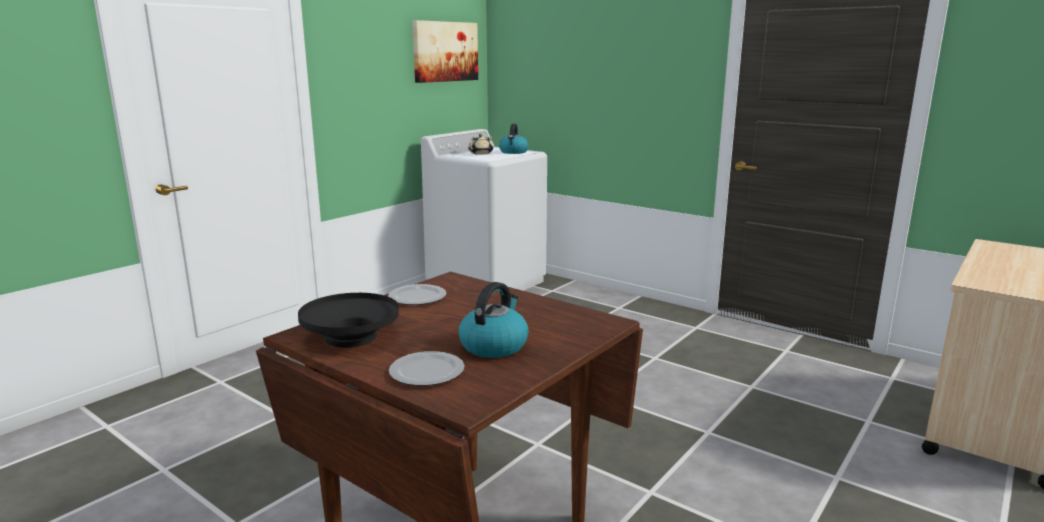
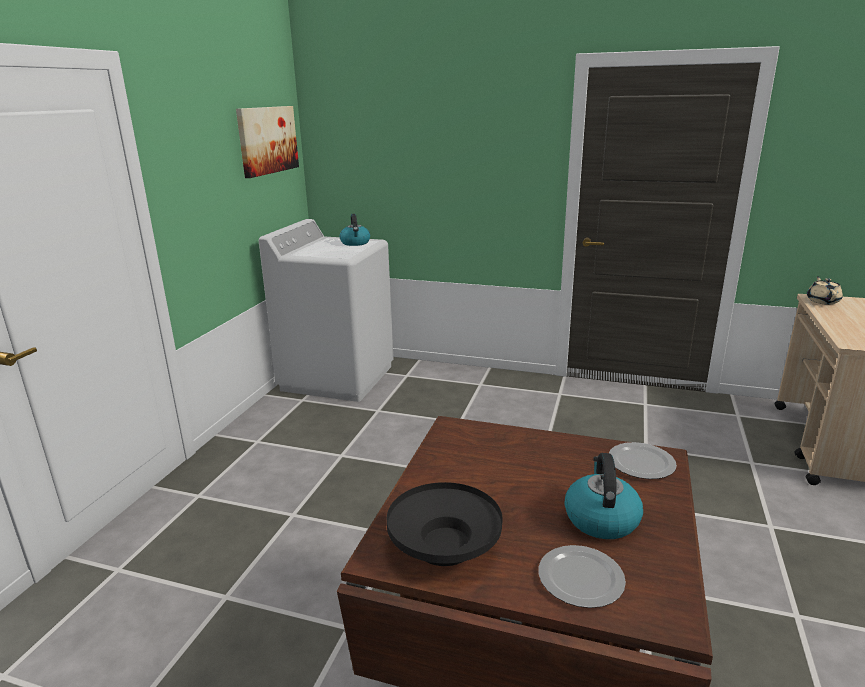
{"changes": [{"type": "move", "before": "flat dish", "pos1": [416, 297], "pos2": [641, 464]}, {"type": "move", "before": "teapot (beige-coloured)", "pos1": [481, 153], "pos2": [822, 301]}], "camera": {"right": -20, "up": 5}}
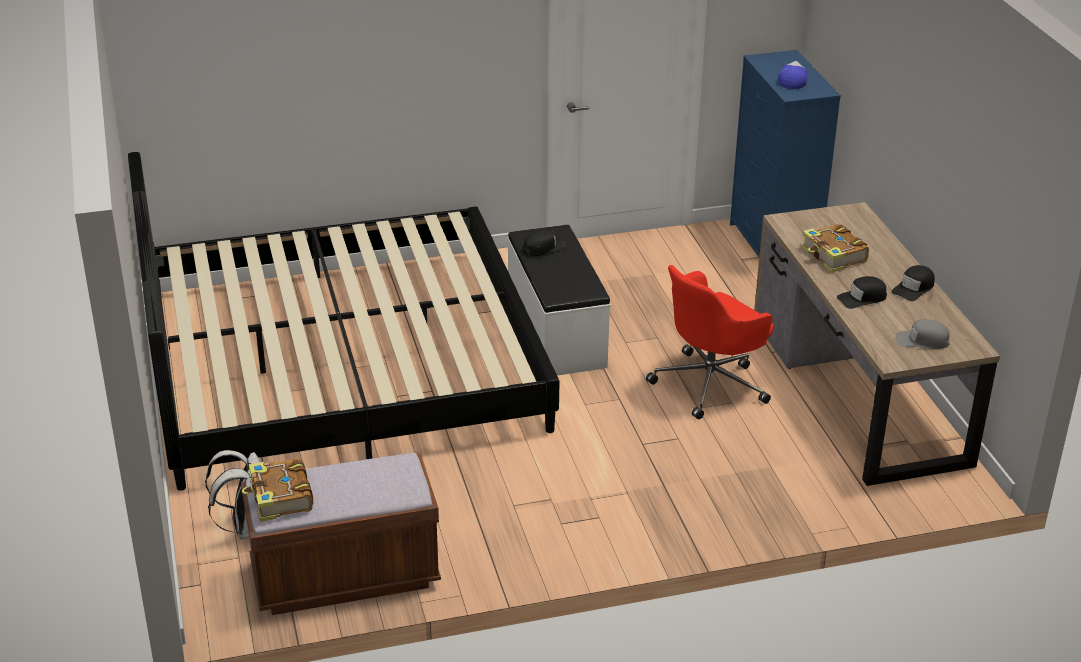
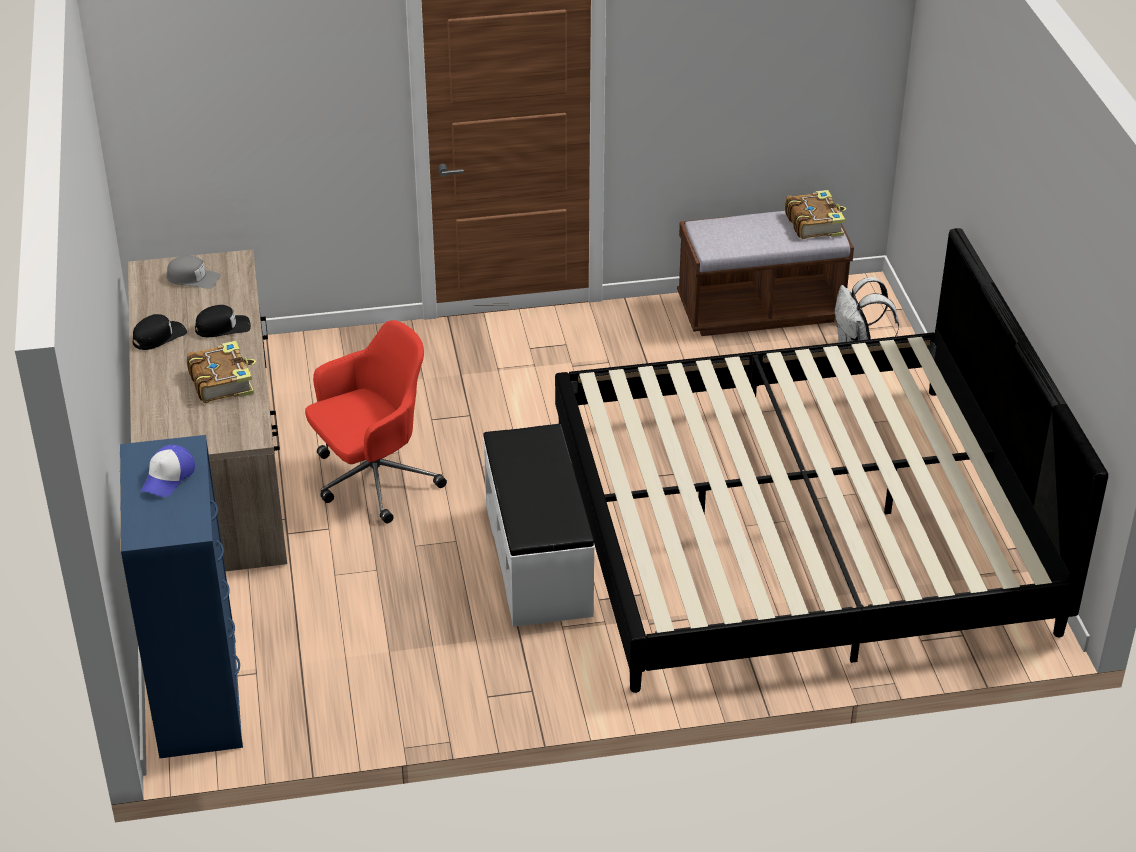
{"changes": [{"type": "delete", "before": "peaked cap (blackish)", "pos1": [544, 247]}], "camera": {"right": -175, "up": 5}}
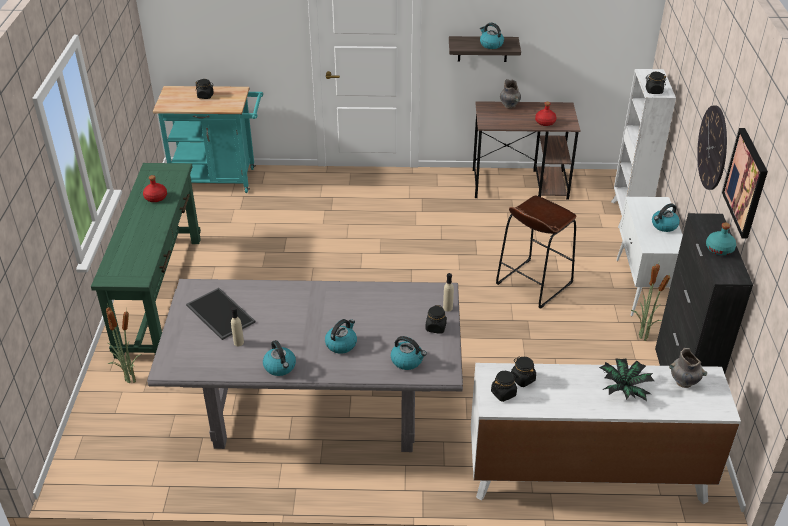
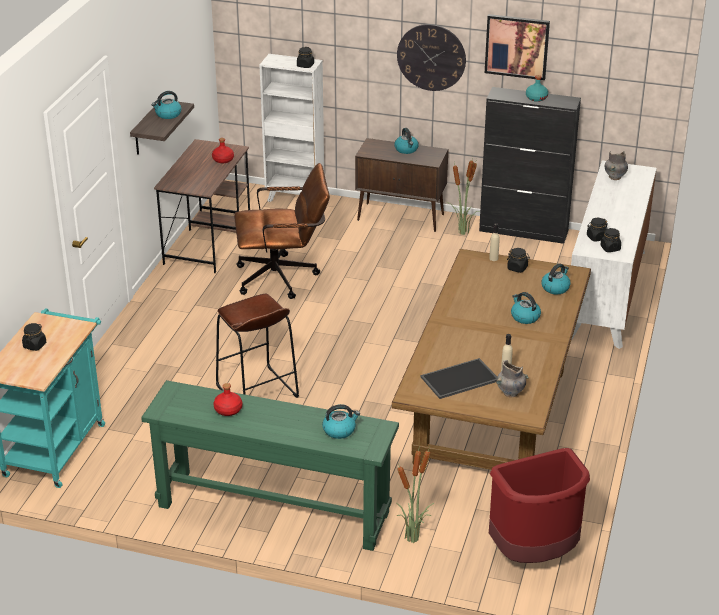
{"changes": [{"type": "delete", "before": "plant in a pot", "pos1": [623, 388]}, {"type": "insert", "after": "desk chair (brownish)", "pos2": [284, 277]}, {"type": "insert", "after": "trash can (reddish)", "pos2": [535, 553]}, {"type": "move", "before": "tea kettle", "pos1": [280, 367], "pos2": [339, 430]}, {"type": "move", "before": "sitting stool (brownish)", "pos1": [533, 283], "pos2": [257, 392]}, {"type": "move", "before": "vase (grey)", "pos1": [509, 106], "pos2": [511, 393]}, {"type": "recolor", "before": "dining table (grey)", "after": "dining table (brownish)", "pos1": [318, 405], "pos2": [491, 415]}, {"type": "recolor", "before": "storage cabinet (whitish)", "after": "storage cabinet (brownish)", "pos1": [642, 288], "pos2": [401, 217]}], "camera": {"right": -75, "up": -5}}
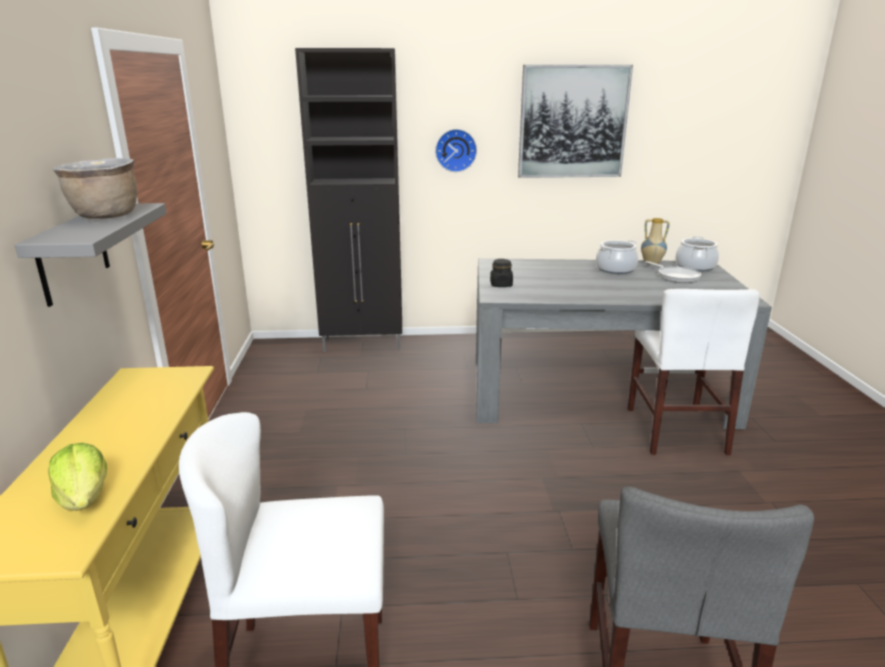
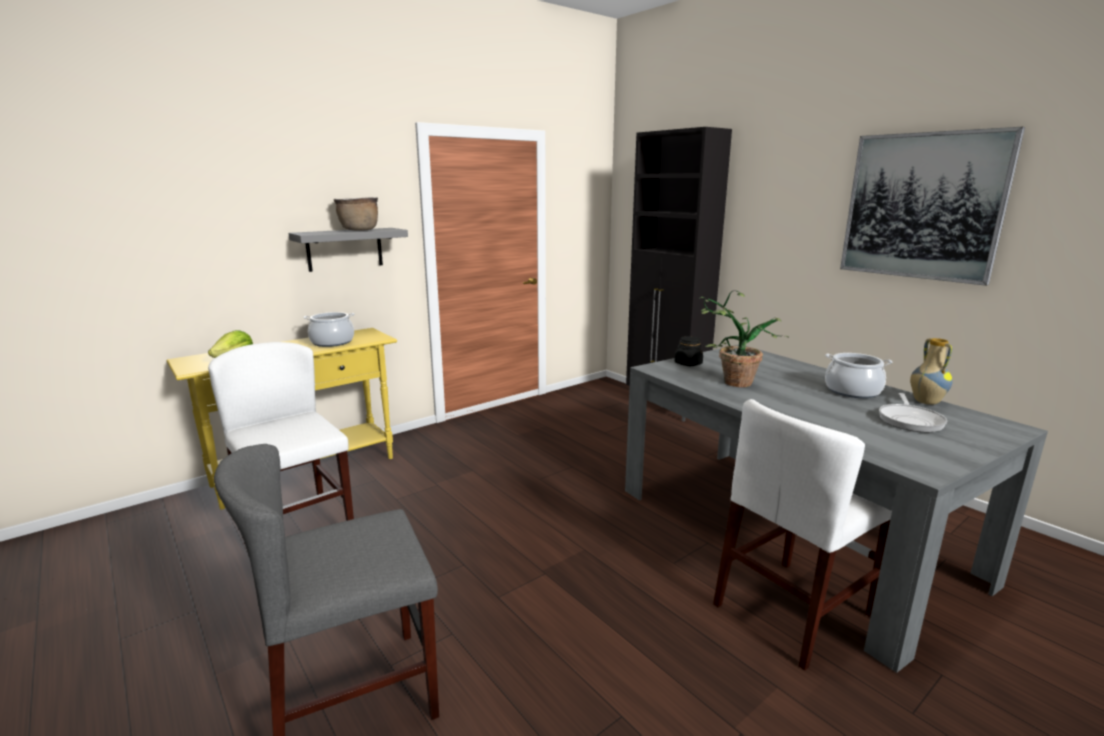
{"changes": [{"type": "delete", "before": "wall clock", "pos1": [455, 150]}, {"type": "insert", "after": "plant in a pot", "pos2": [729, 382]}, {"type": "move", "before": "saucepot", "pos1": [695, 266], "pos2": [332, 342]}], "camera": {"right": 55, "up": -5}}
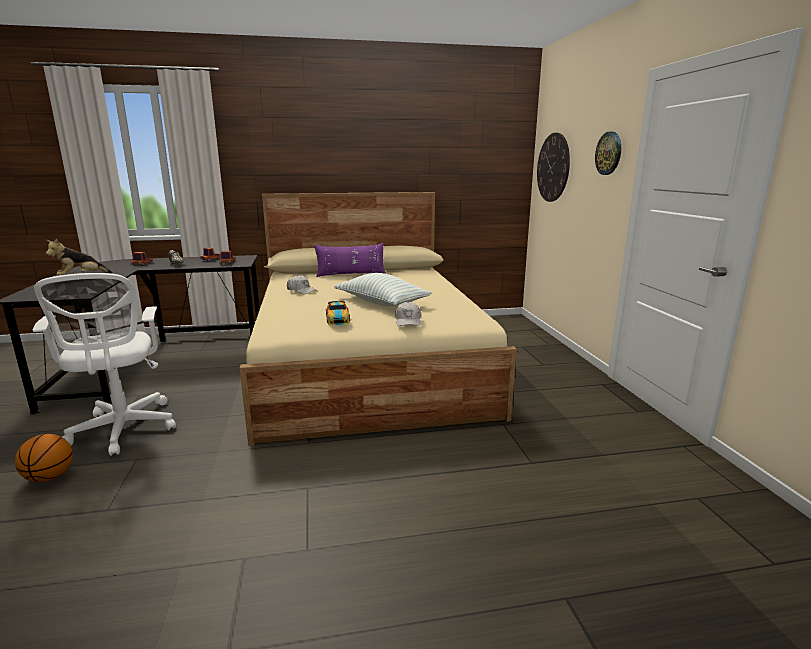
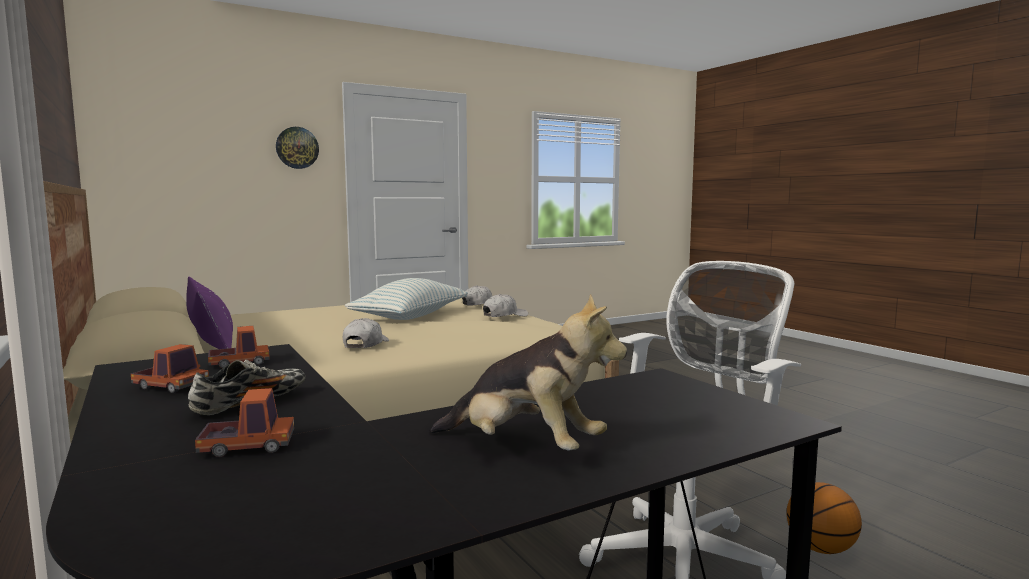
{"changes": [{"type": "delete", "before": "wall clock", "pos1": [553, 167]}, {"type": "replace", "before": "toy car", "after": "peaked cap (whitish)", "pos1": [337, 319], "pos2": [505, 315]}], "camera": {"right": -110, "up": -10}}
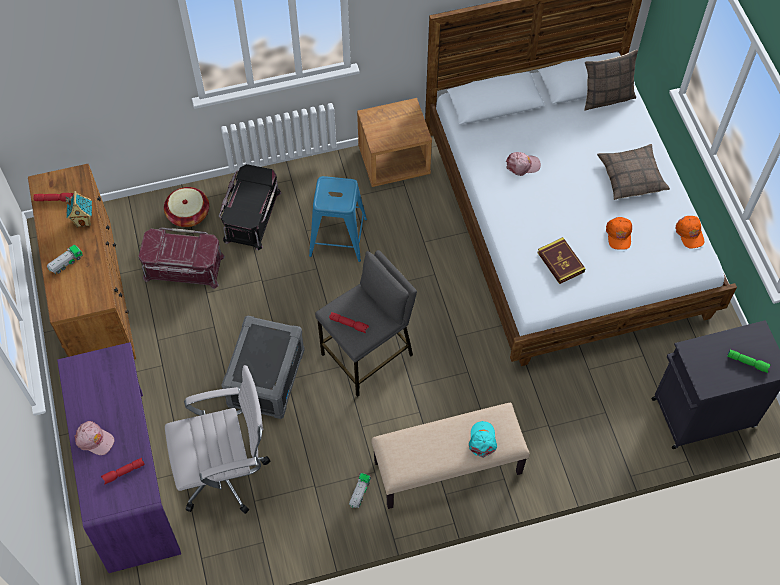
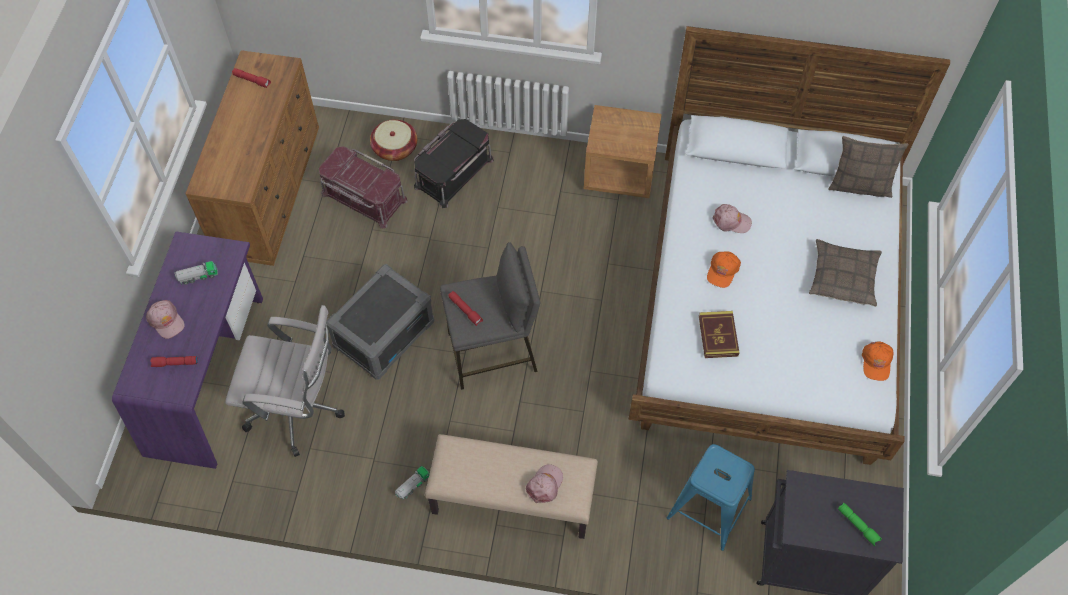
{"changes": [{"type": "delete", "before": "miniature house", "pos1": [84, 220]}, {"type": "move", "before": "model truck", "pos1": [66, 263], "pos2": [198, 276]}, {"type": "move", "before": "sitting stool (bluish)", "pos1": [337, 237], "pos2": [708, 508]}, {"type": "move", "before": "peaked cap (orangey)", "pos1": [619, 235], "pos2": [722, 271]}, {"type": "recolor", "before": "peaked cap (turquoise-coloured)", "after": "peaked cap (pink-coloured)", "pos1": [482, 440], "pos2": [545, 485]}], "camera": {"right": 25, "up": 0}}
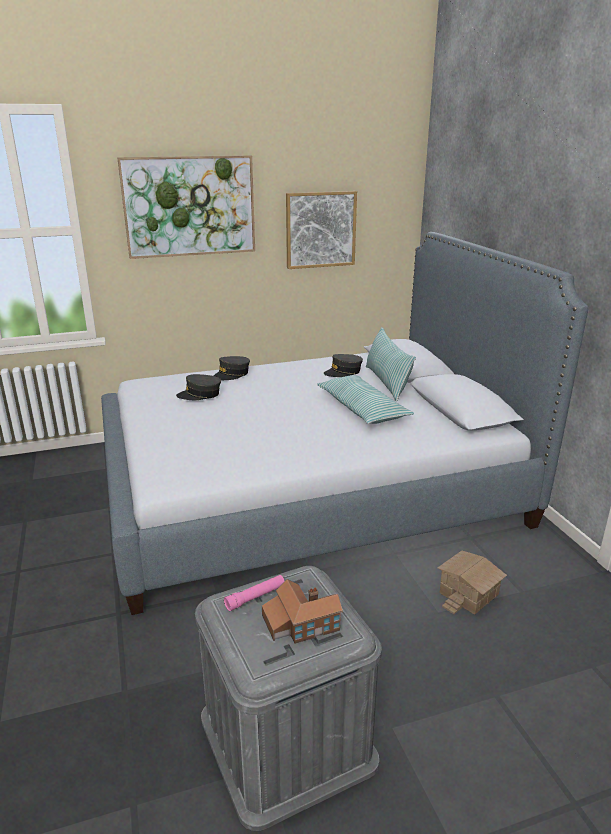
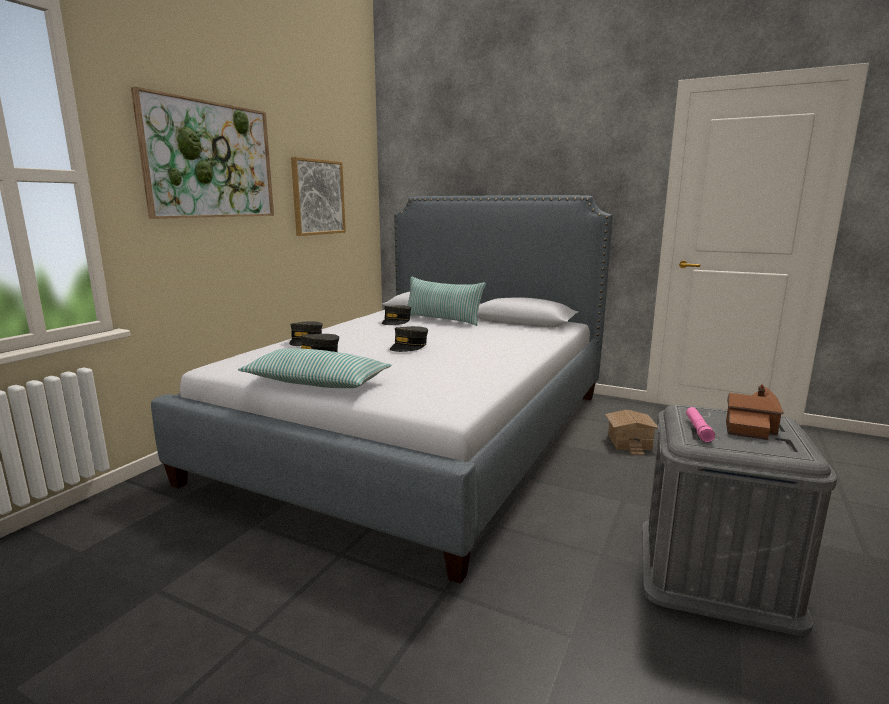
{"changes": [{"type": "insert", "after": "peaked cap (grey)", "pos2": [409, 346]}, {"type": "move", "before": "cushion", "pos1": [362, 409], "pos2": [316, 382]}], "camera": {"right": -45, "up": -10}}
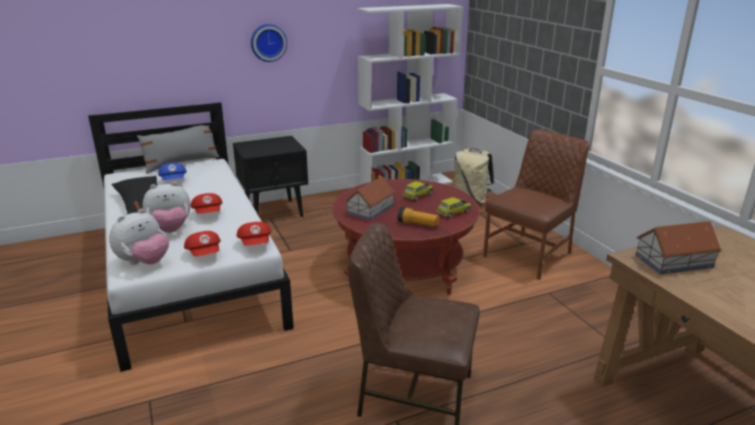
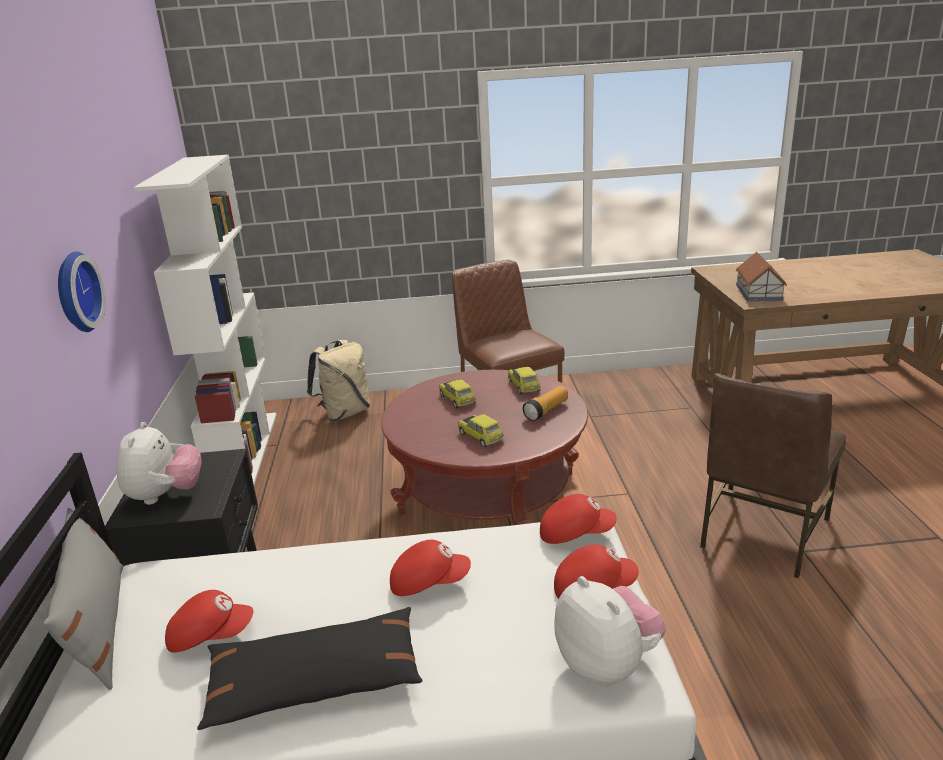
{"changes": [{"type": "move", "before": "plush toy", "pos1": [171, 230], "pos2": [165, 495]}, {"type": "replace", "before": "miniature house", "after": "toy car", "pos1": [370, 209], "pos2": [481, 436]}, {"type": "recolor", "before": "peaked cap (bluish)", "after": "peaked cap (reddish)", "pos1": [174, 181], "pos2": [210, 635]}], "camera": {"right": -70, "up": 0}}
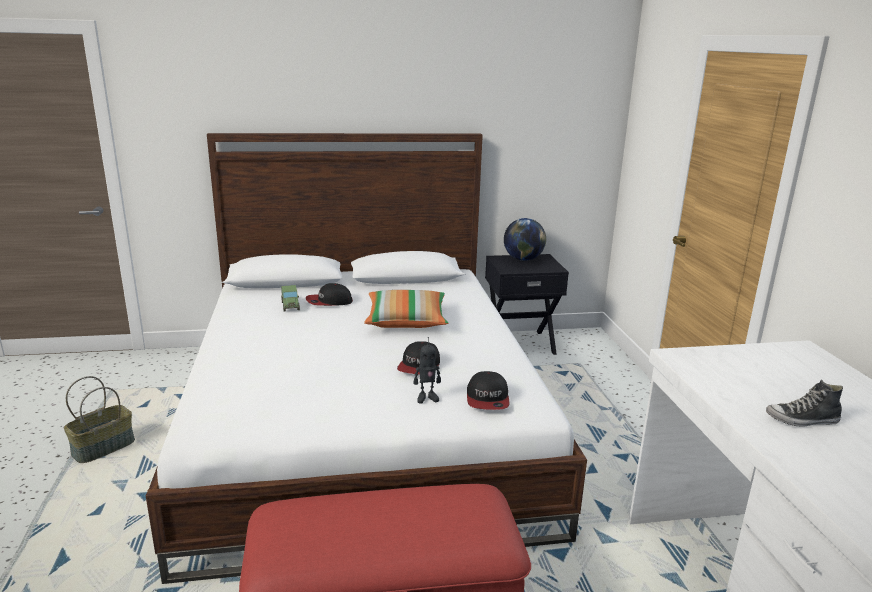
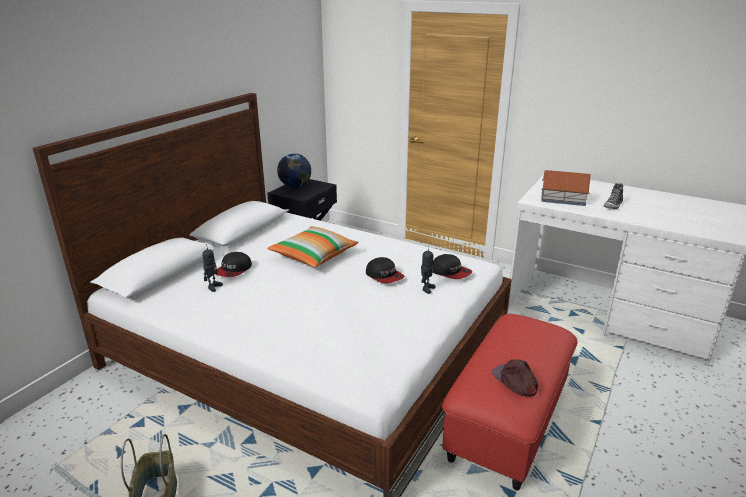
{"changes": [{"type": "insert", "after": "peaked cap (brownish)", "pos2": [515, 381]}, {"type": "insert", "after": "miniature house", "pos2": [563, 199]}, {"type": "replace", "before": "toy car", "after": "robot figure", "pos1": [290, 306], "pos2": [213, 287]}], "camera": {"right": -50, "up": 5}}
